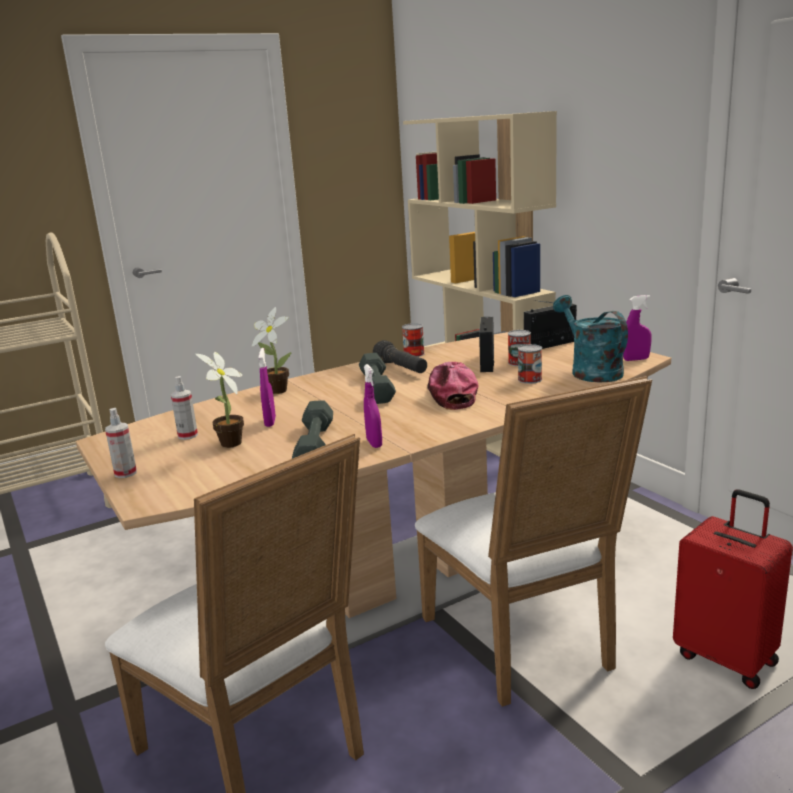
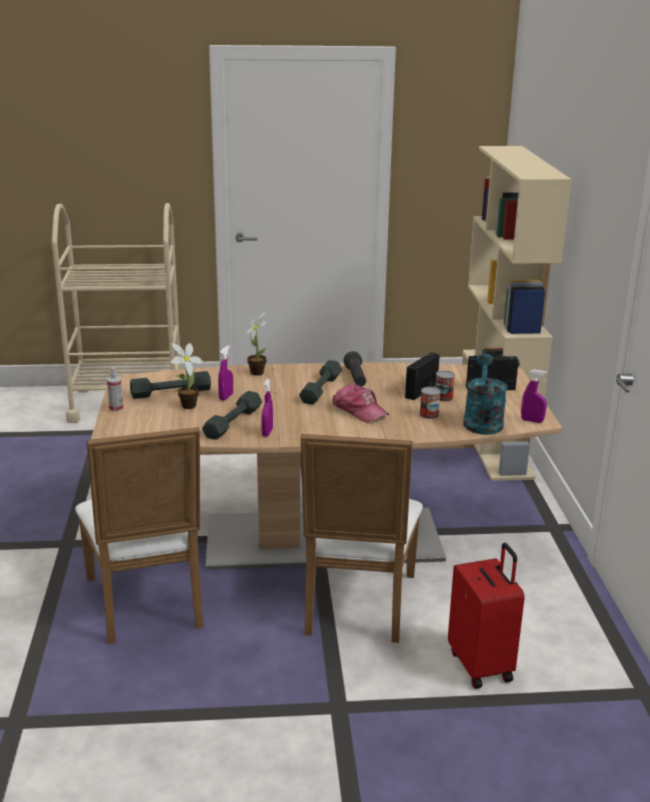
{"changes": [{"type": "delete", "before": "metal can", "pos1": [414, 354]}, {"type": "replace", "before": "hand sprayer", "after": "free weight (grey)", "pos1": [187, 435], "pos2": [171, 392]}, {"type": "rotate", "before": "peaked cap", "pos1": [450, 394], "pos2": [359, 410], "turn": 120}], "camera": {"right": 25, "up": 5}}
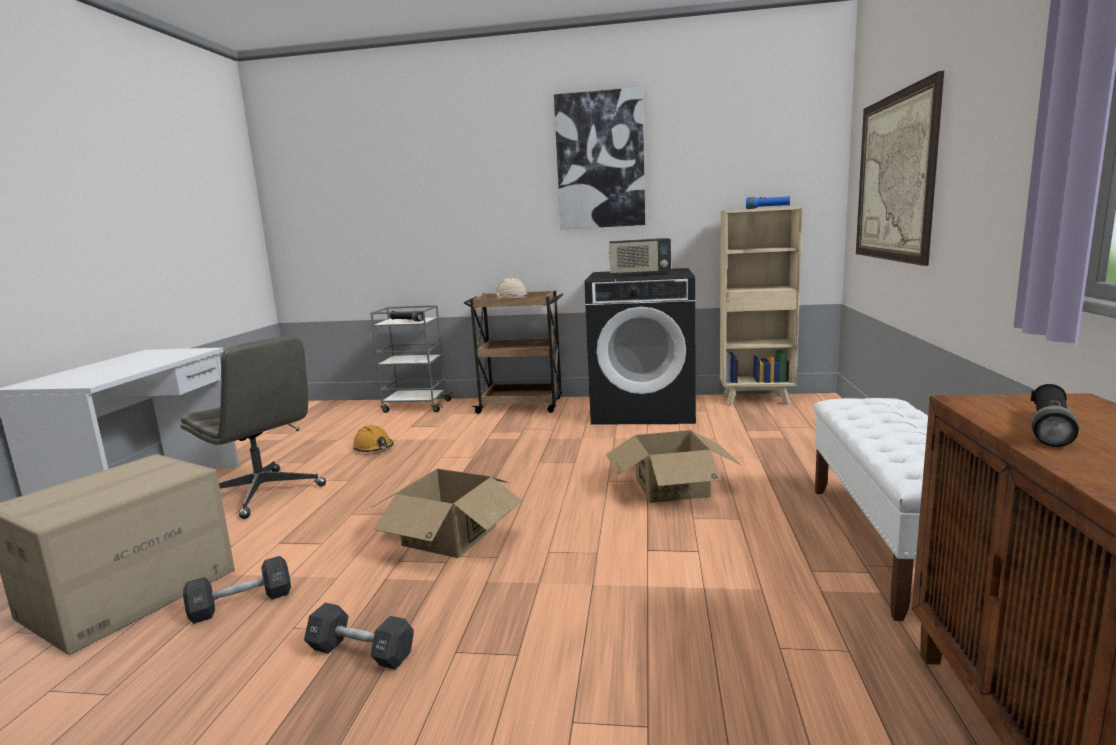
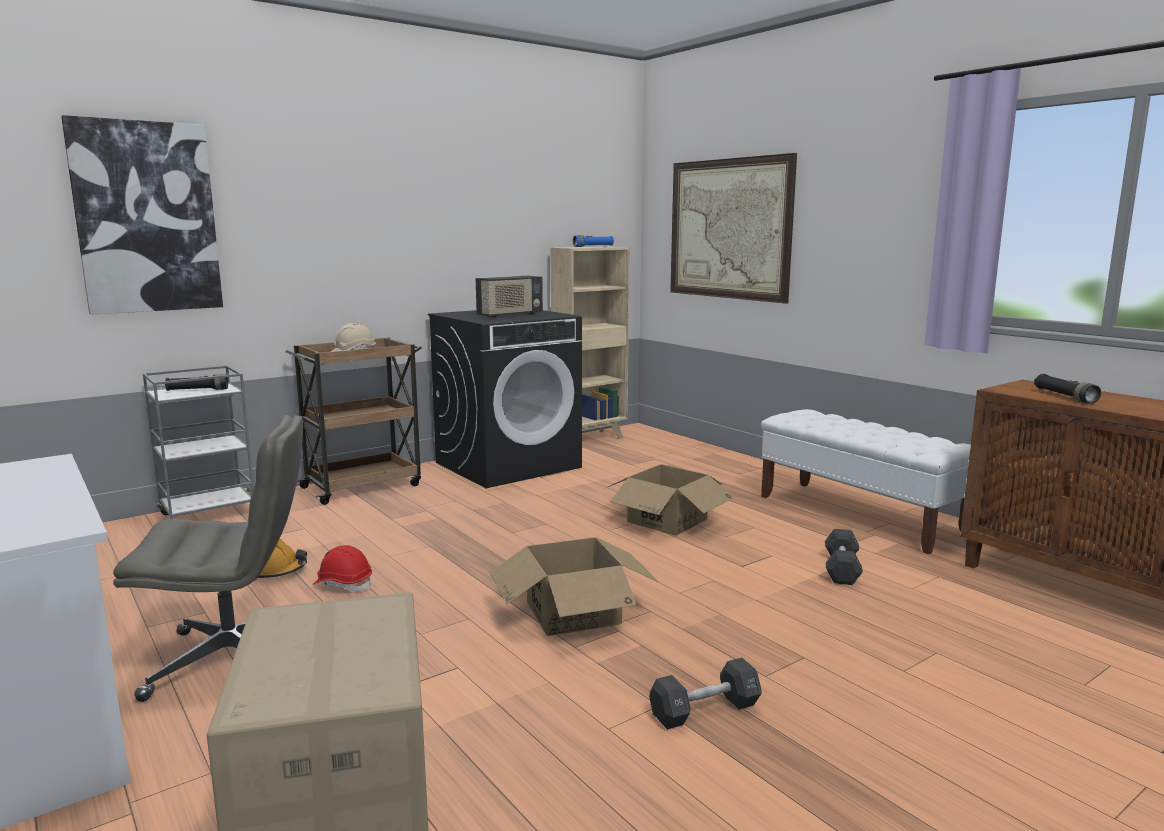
{"changes": [{"type": "insert", "after": "hard hat (reddish)", "pos2": [343, 584]}, {"type": "move", "before": "free weight (blackish)", "pos1": [241, 603], "pos2": [841, 569]}, {"type": "move", "before": "wall art", "pos1": [600, 161], "pos2": [146, 218]}], "camera": {"right": -45, "up": 0}}
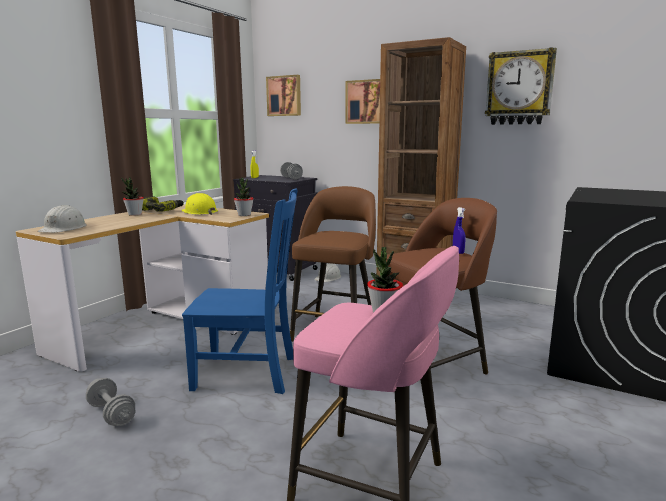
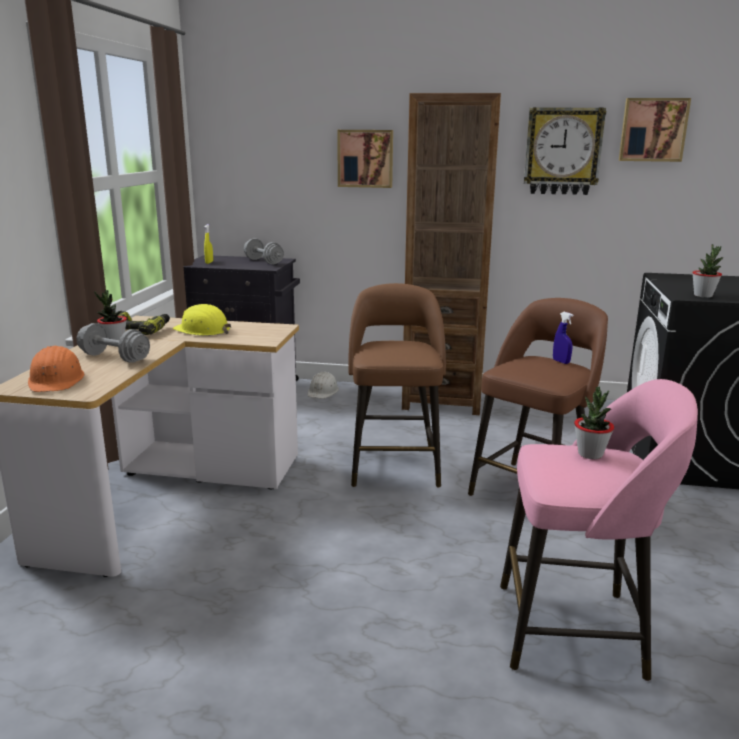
{"changes": [{"type": "delete", "before": "chair (bluish)", "pos1": [249, 373]}, {"type": "move", "before": "free weight (grey)", "pos1": [111, 414], "pos2": [115, 358]}, {"type": "move", "before": "plant in a pot", "pos1": [244, 215], "pos2": [703, 295]}, {"type": "move", "before": "wall art", "pos1": [284, 96], "pos2": [653, 130]}, {"type": "recolor", "before": "hard hat (whitish)", "after": "hard hat (orangey)", "pos1": [64, 228], "pos2": [56, 380]}], "camera": {"right": -20, "up": 5}}
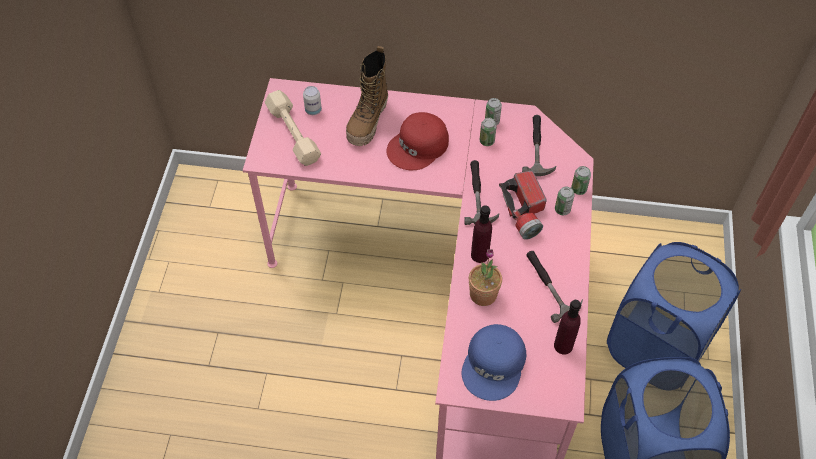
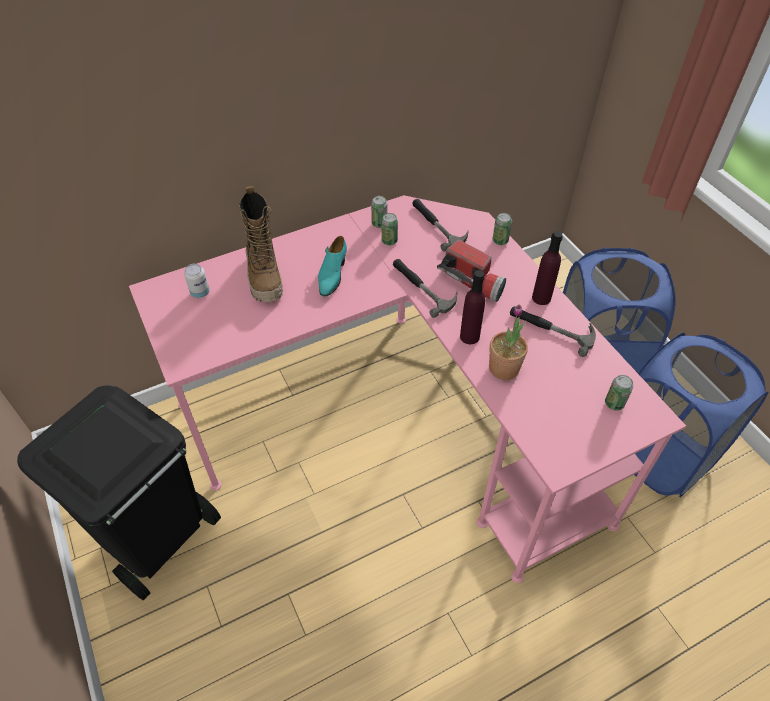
{"changes": [{"type": "delete", "before": "free weight (beige-coloured)", "pos1": [293, 133]}, {"type": "delete", "before": "peaked cap (bluish)", "pos1": [494, 365]}, {"type": "insert", "after": "trash can (blackish)", "pos2": [155, 539]}, {"type": "move", "before": "bottle (purplish)", "pos1": [563, 345], "pos2": [541, 298]}, {"type": "move", "before": "metal can", "pos1": [562, 209], "pos2": [614, 403]}, {"type": "replace", "before": "peaked cap (reddish)", "after": "low shoe (turquoise-coloured)", "pos1": [418, 146], "pos2": [332, 275]}], "camera": {"right": -35, "up": -5}}
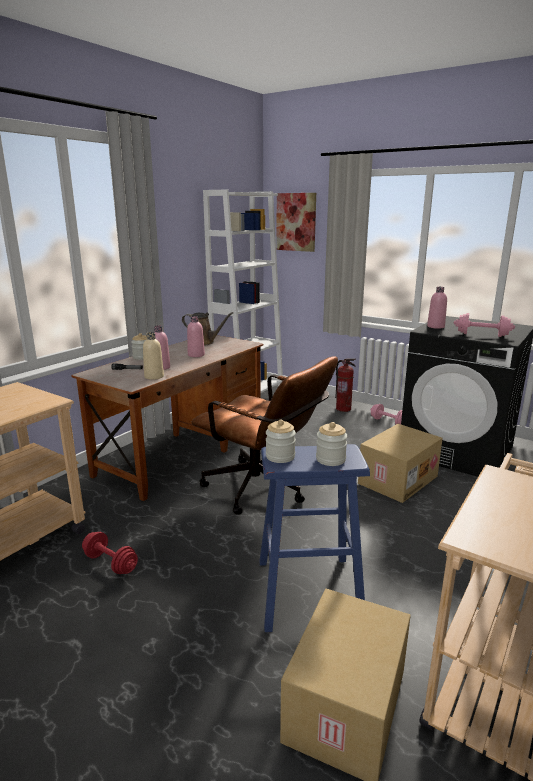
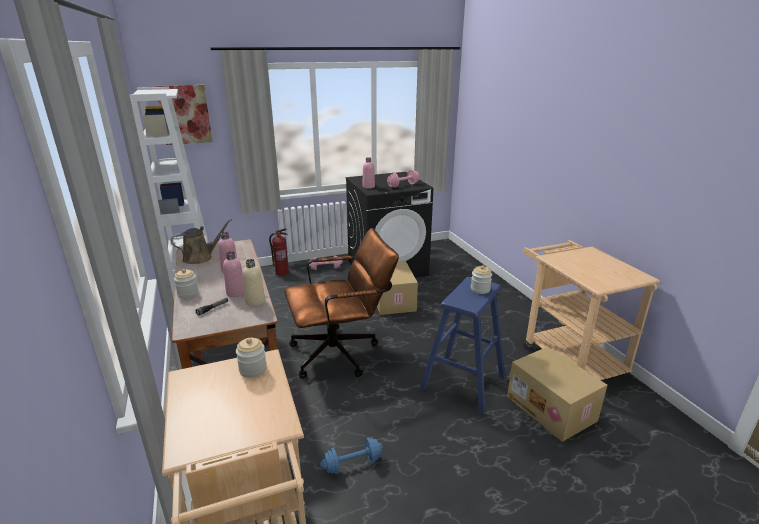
{"changes": [{"type": "move", "before": "preserve jar", "pos1": [280, 456], "pos2": [253, 369]}, {"type": "recolor", "before": "free weight (reddish)", "after": "free weight (bluish)", "pos1": [110, 563], "pos2": [352, 464]}], "camera": {"right": -55, "up": 5}}
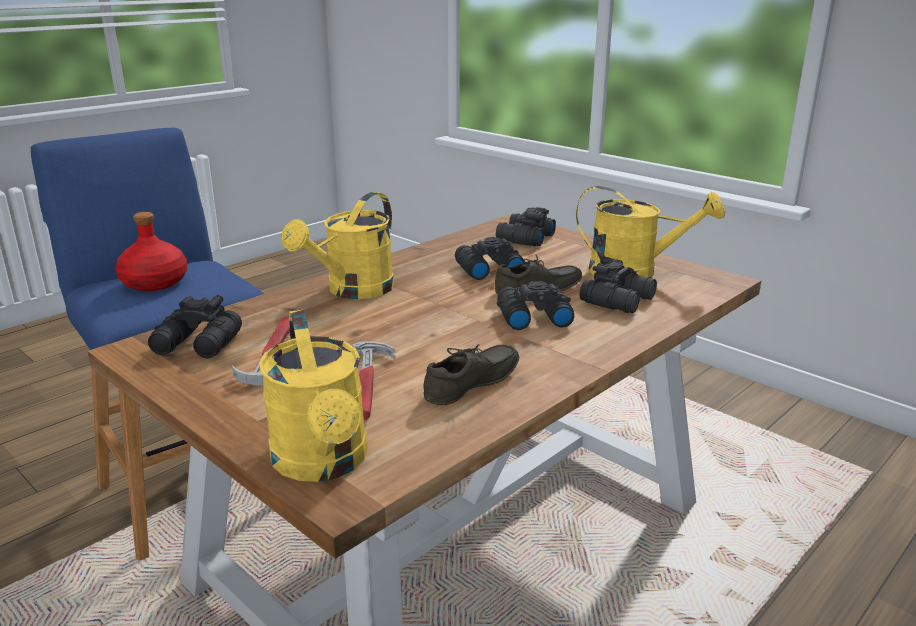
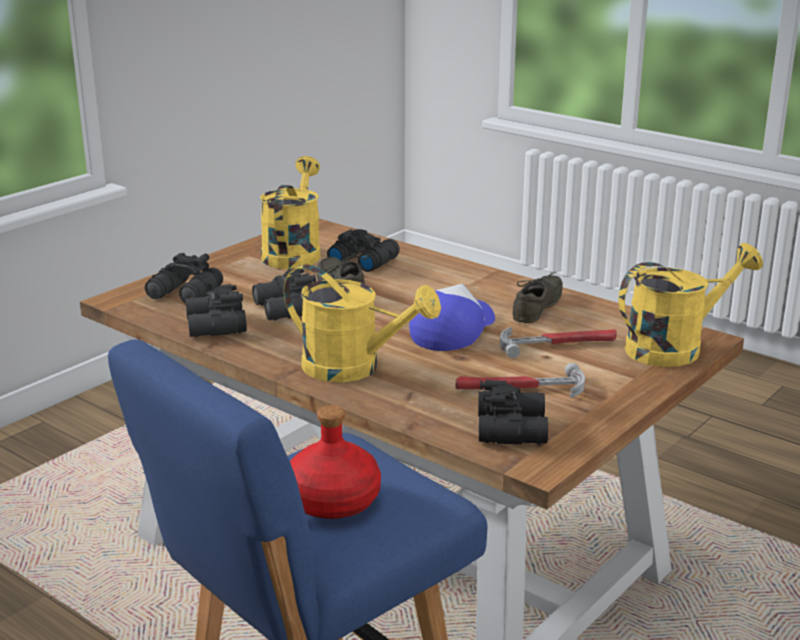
{"changes": [{"type": "insert", "after": "peaked cap", "pos2": [453, 330]}, {"type": "move", "before": "field glasses (blackish)", "pos1": [532, 317], "pos2": [214, 326]}, {"type": "rotate", "before": "low shoe (grey)", "pos1": [475, 385], "pos2": [540, 308], "turn": 75}], "camera": {"right": -95, "up": 0}}
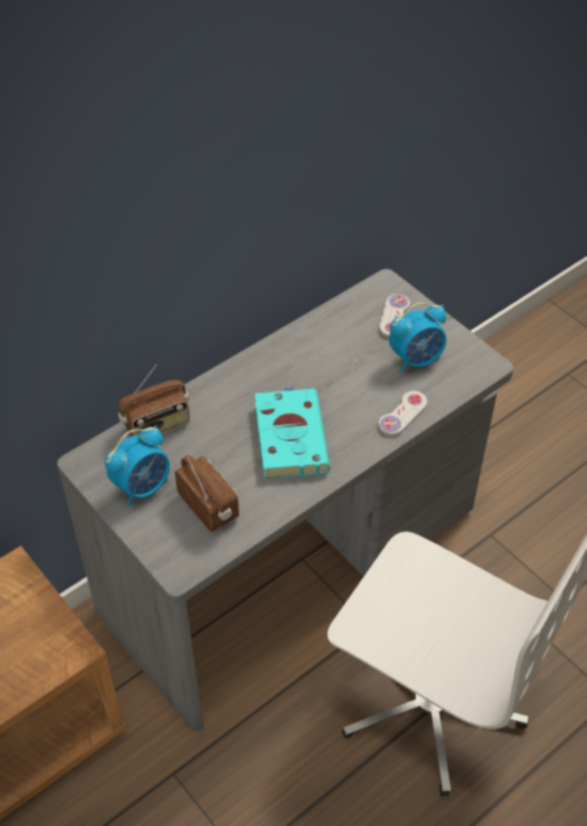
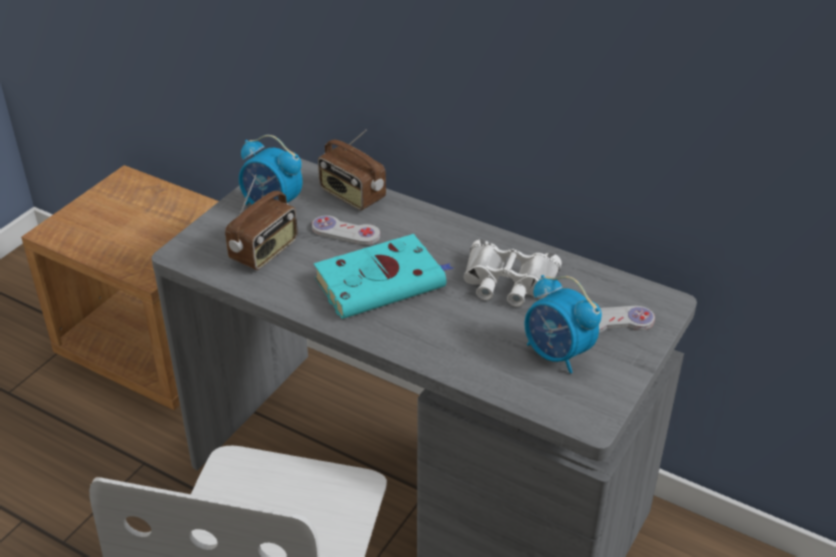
{"changes": [{"type": "insert", "after": "field glasses (whitish)", "pos2": [508, 282]}, {"type": "move", "before": "joypad (whitish)", "pos1": [402, 415], "pos2": [345, 232]}], "camera": {"right": 70, "up": -10}}
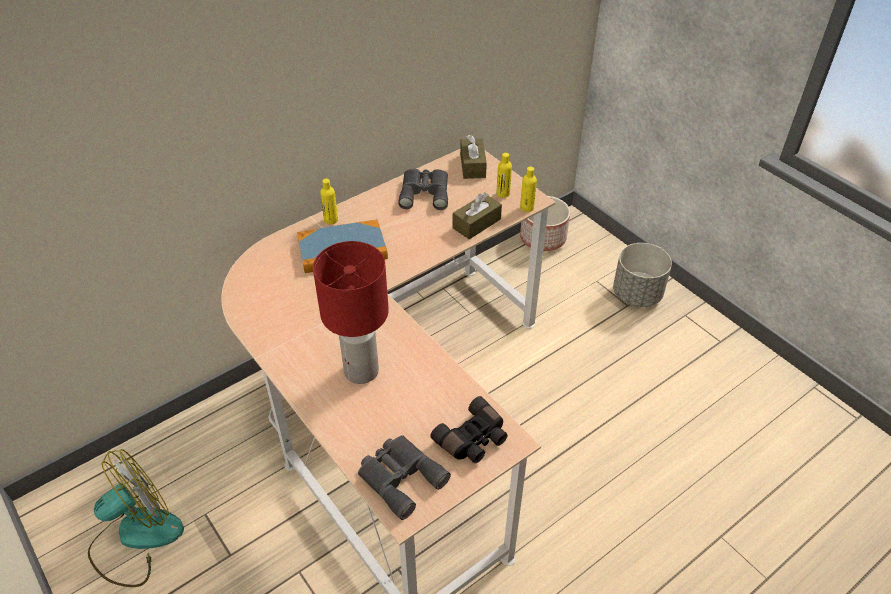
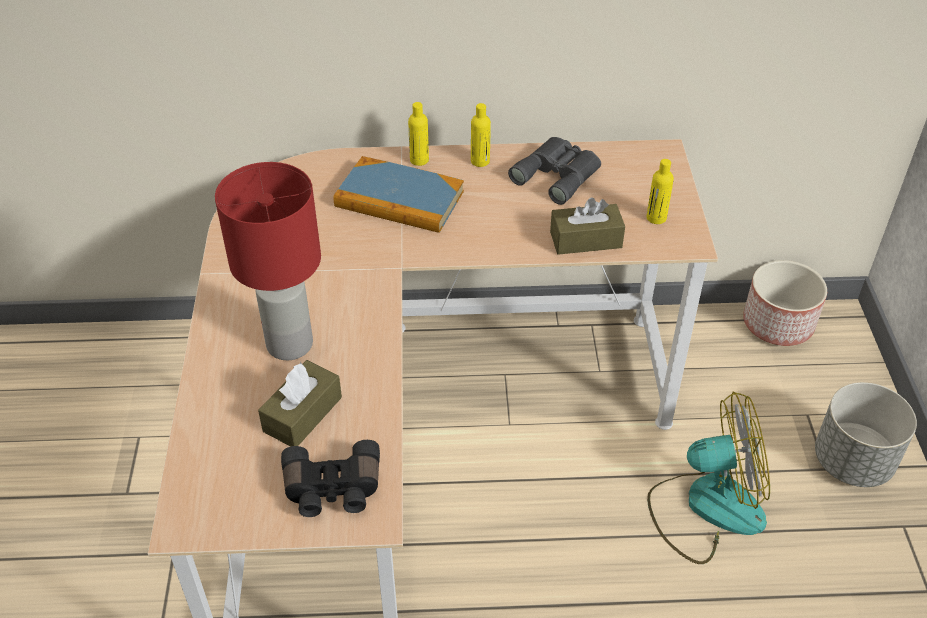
{"changes": [{"type": "delete", "before": "field glasses (grey)", "pos1": [400, 476]}, {"type": "move", "before": "cooling fan", "pos1": [136, 538], "pos2": [706, 507]}, {"type": "move", "before": "box of tissues (brownish)", "pos1": [472, 165], "pos2": [302, 414]}, {"type": "move", "before": "bottle (yellow)", "pos1": [527, 207], "pos2": [480, 161]}], "camera": {"right": 35, "up": 0}}
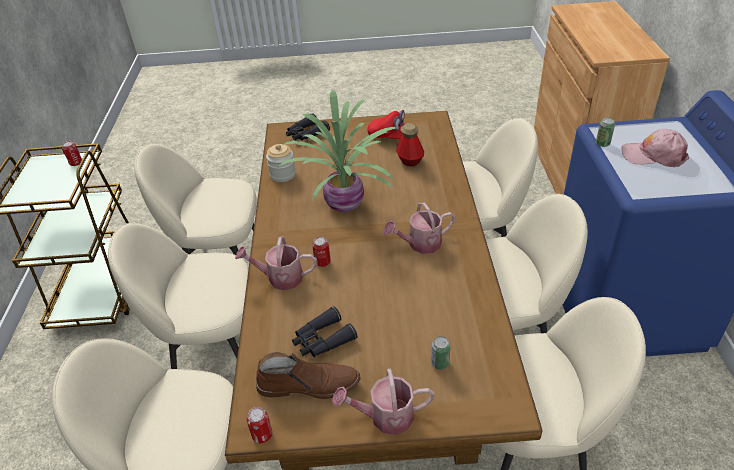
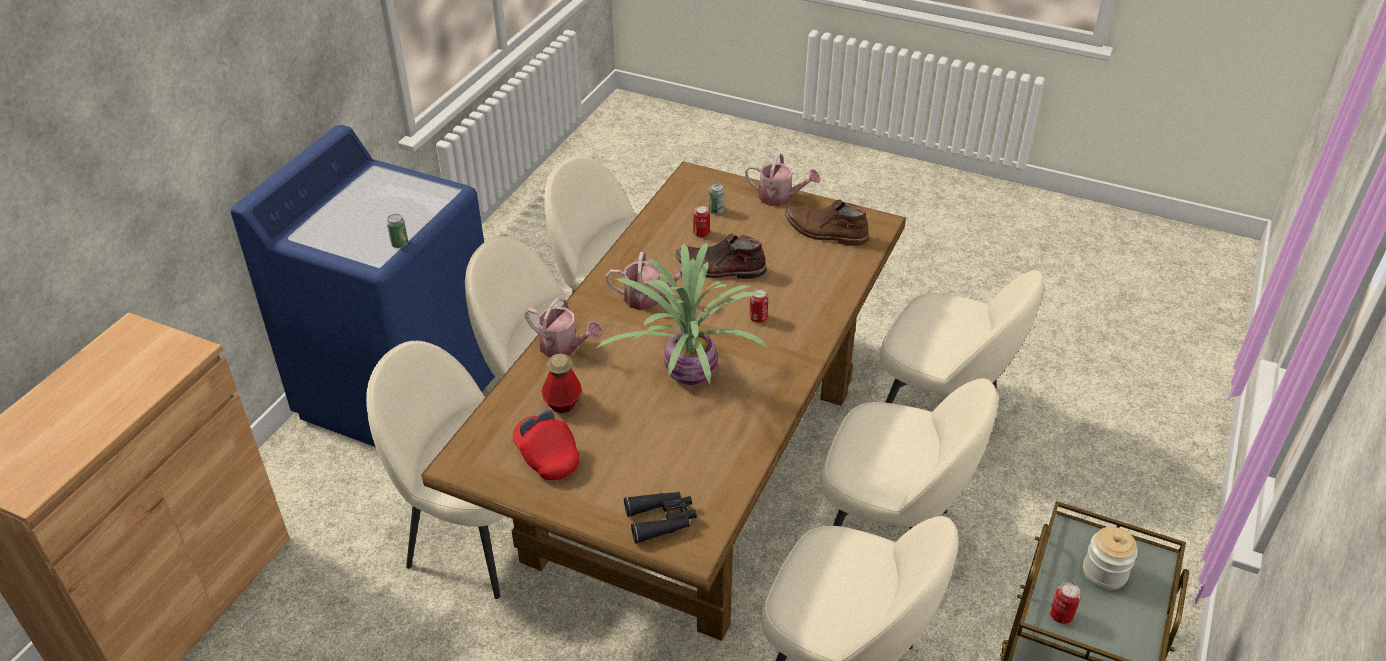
{"changes": [{"type": "delete", "before": "field glasses (blackish)", "pos1": [322, 340]}, {"type": "delete", "before": "peaked cap (pink-coloured)", "pos1": [653, 155]}, {"type": "insert", "after": "high-top boot (brownish)", "pos2": [720, 268]}, {"type": "move", "before": "watering can", "pos1": [280, 278], "pos2": [564, 347]}, {"type": "move", "before": "metal can", "pos1": [262, 435], "pos2": [701, 233]}, {"type": "move", "before": "preserve jar", "pos1": [283, 175], "pos2": [1104, 572]}], "camera": {"right": -155, "up": 0}}
